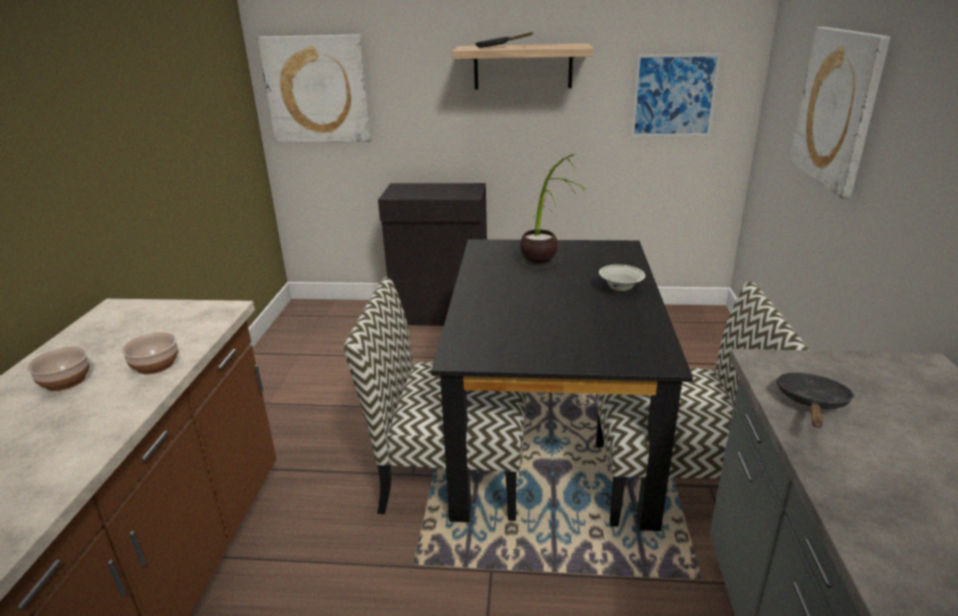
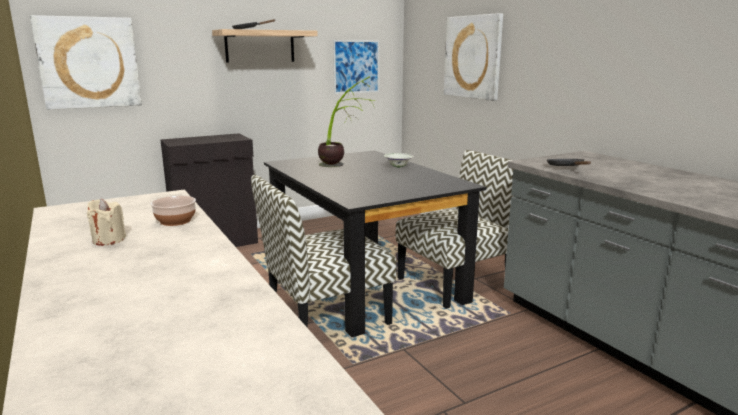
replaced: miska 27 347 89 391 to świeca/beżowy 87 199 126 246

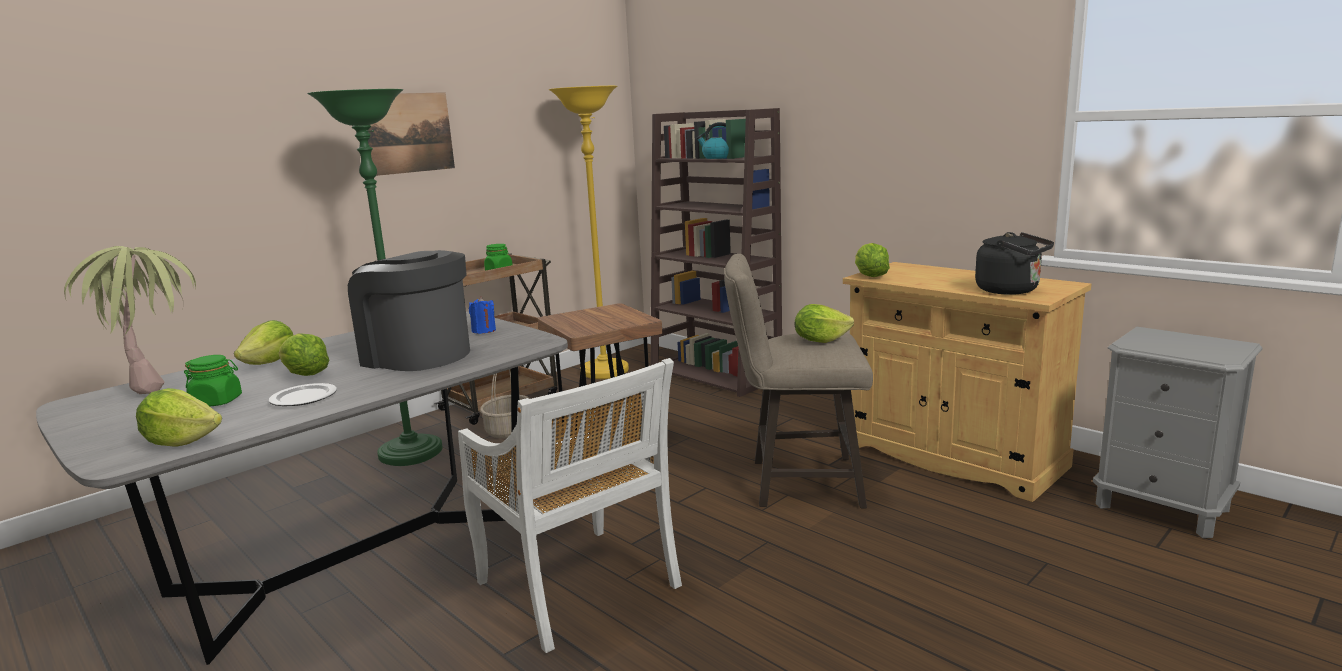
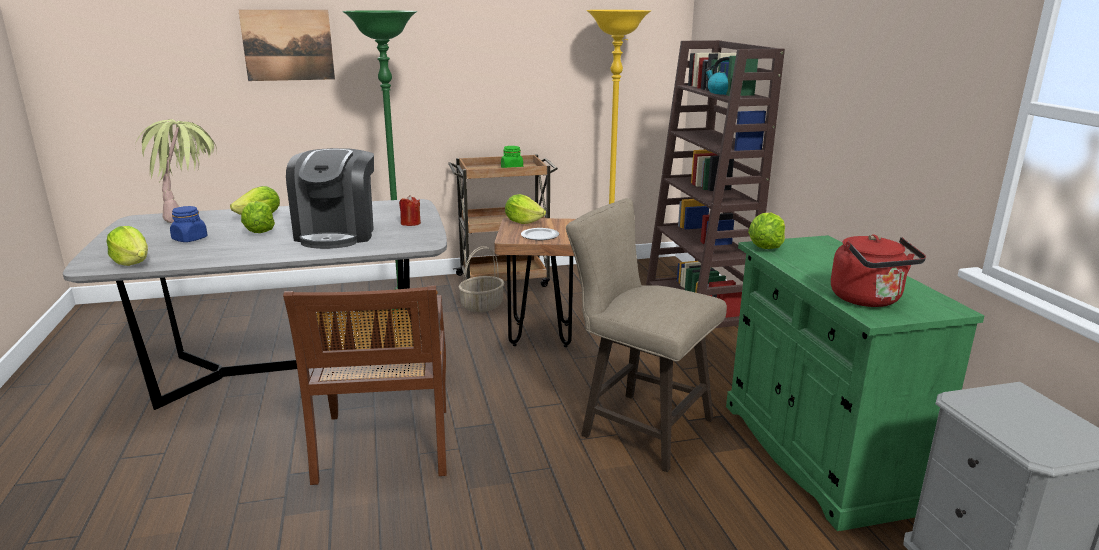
moved: talerz 269 383 337 406 to 521 228 559 240; obraz 368 92 455 176 to 238 10 335 81; sałata 795 304 854 343 to 505 194 546 224
recoloured: słoik/zielony 184 355 242 406 to słoik/niebieski 170 206 208 242; krzesło/biały 458 358 682 653 to krzesło/brązowy 283 285 447 485; świeca/niebieski 469 296 496 334 to świeca/czerwony 399 195 421 226; szafka/beżowy 843 262 1092 502 to szafka/zielony 726 235 984 531; czajnik/czarny 975 232 1054 295 to czajnik/czerwony 831 234 926 307
turned: ekspres do kawy 348 250 470 371 = 286 148 374 249 150 degrees counterclockwise

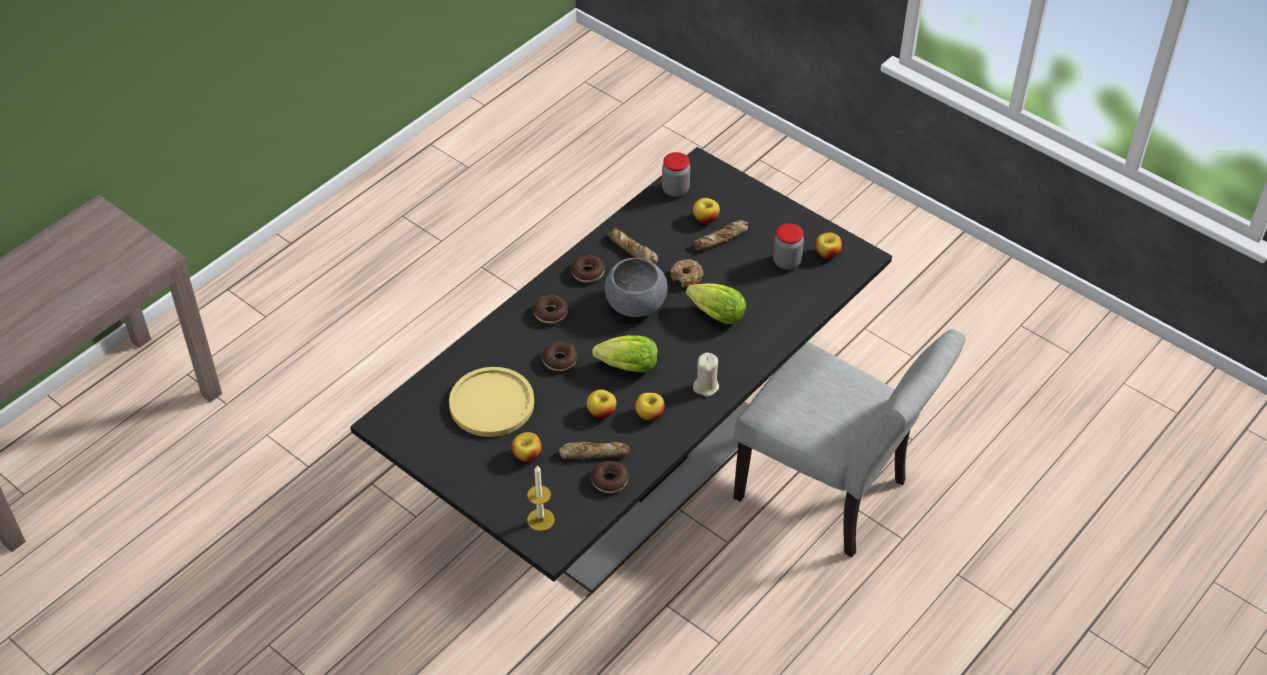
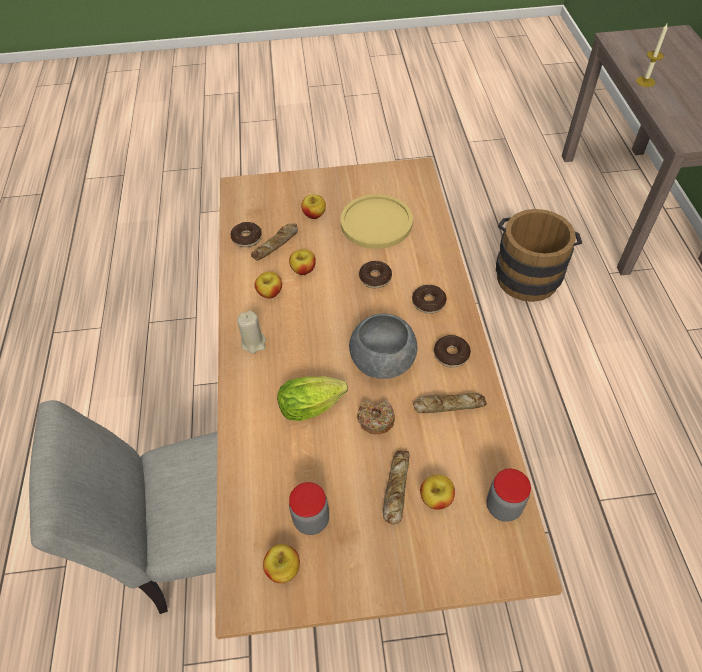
removed: sałata 592 335 658 373
added: wiadro/brązowy 496 209 582 302
moved: świeca 527 466 555 531 to 636 24 668 87
recoloured: stół jadalny/czarny 350 147 892 593 to stół jadalny/beżowy 215 157 563 639

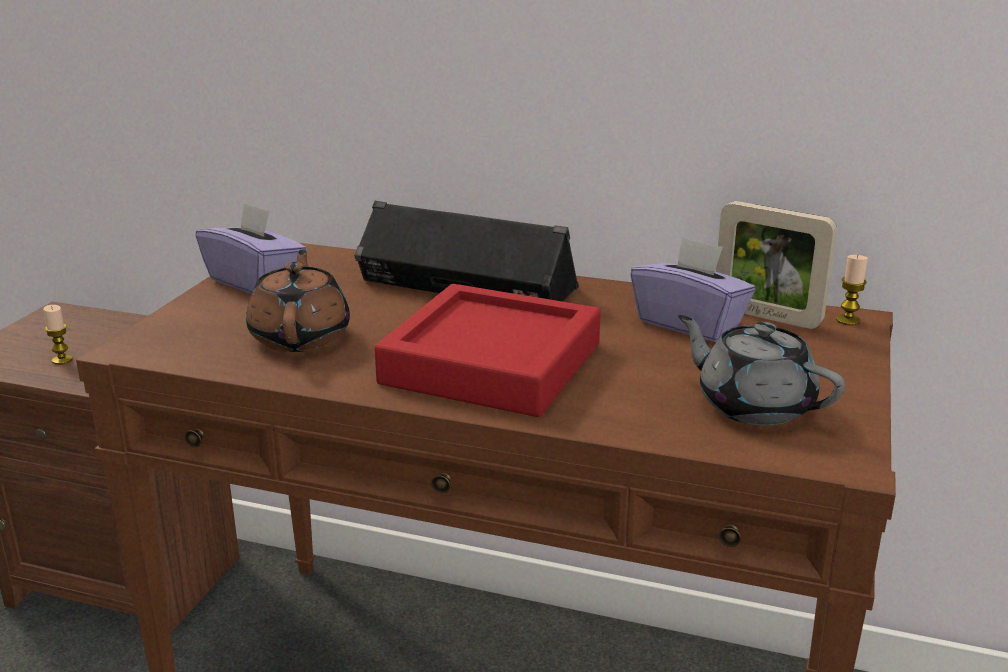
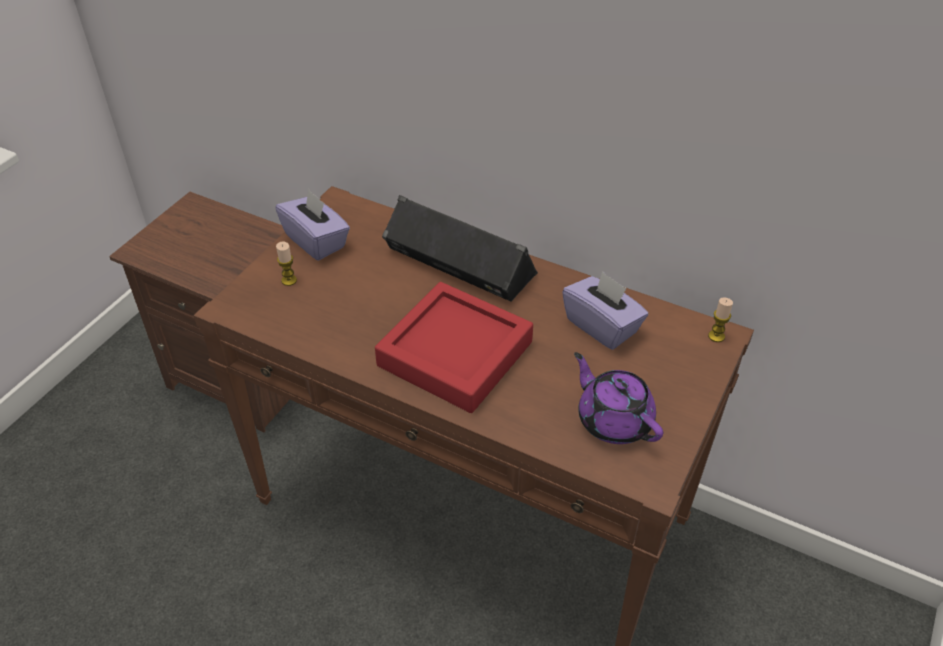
removed: imbryk/brązowy 246 249 350 352; ramka na zdjęcie 716 201 837 329
moved: świeca 43 305 73 365 to 276 242 297 286
recoloured: imbryk/szary 678 315 845 426 to imbryk/fioletowy 574 352 663 444

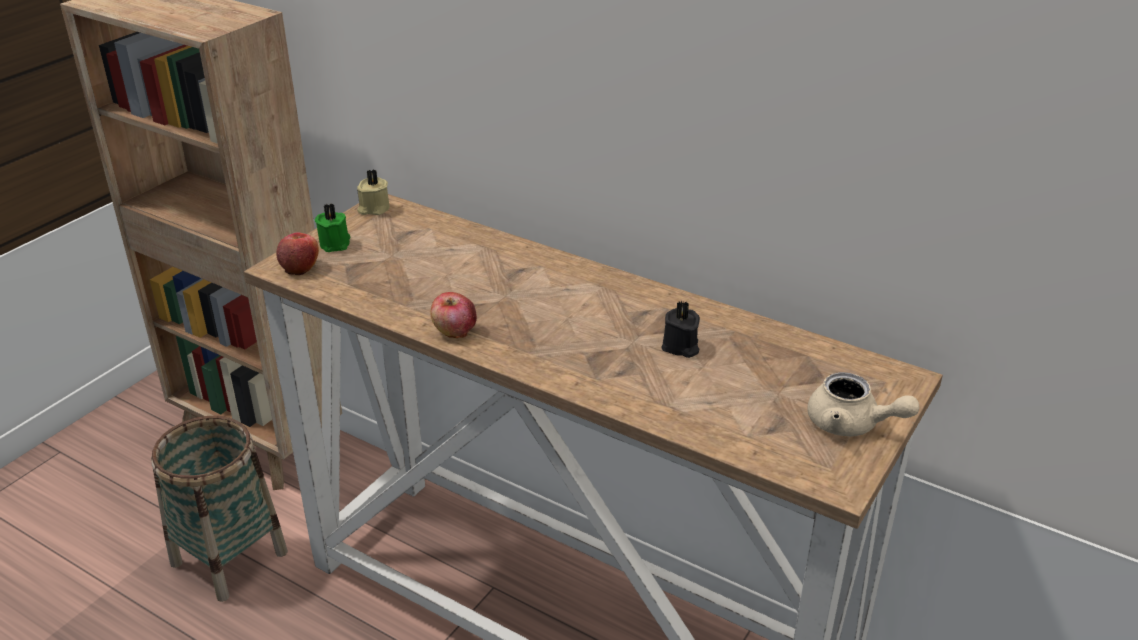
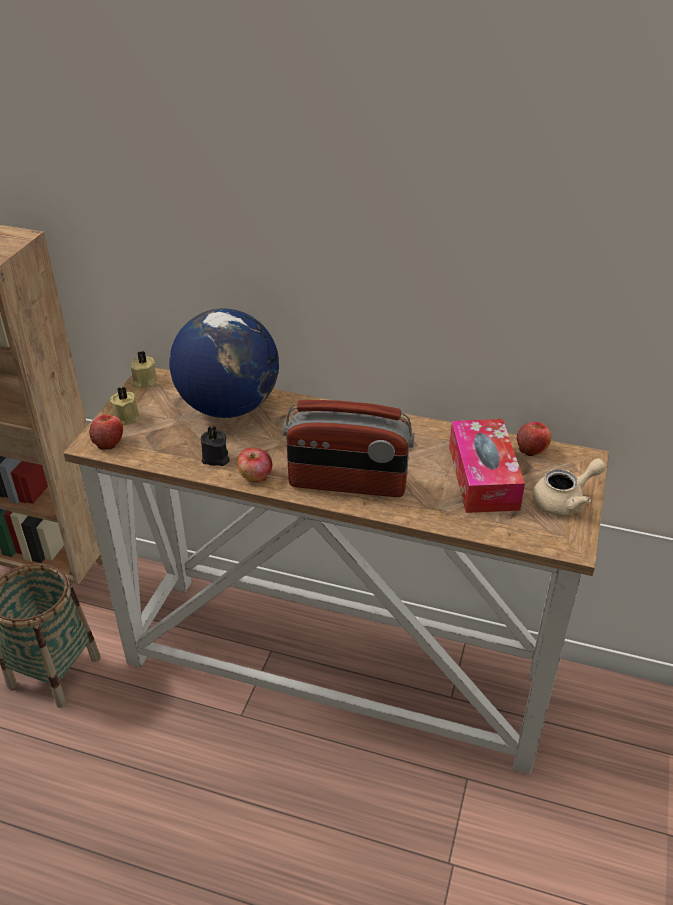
added: globus 169 308 279 418; radio 283 400 414 497; pudełko chusteczek 449 419 525 513; jabłko 517 422 552 456
moved: świeca/czarny 662 301 700 358 to 201 426 230 466
recoloured: świeca/zielony 315 204 350 252 to świeca/beżowy 110 386 139 425
turned: imbryk/beżowy 807 372 919 436 = 533 458 606 515 45 degrees counterclockwise

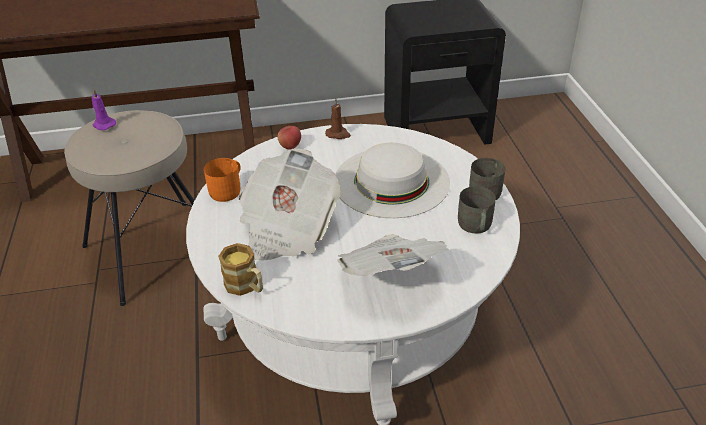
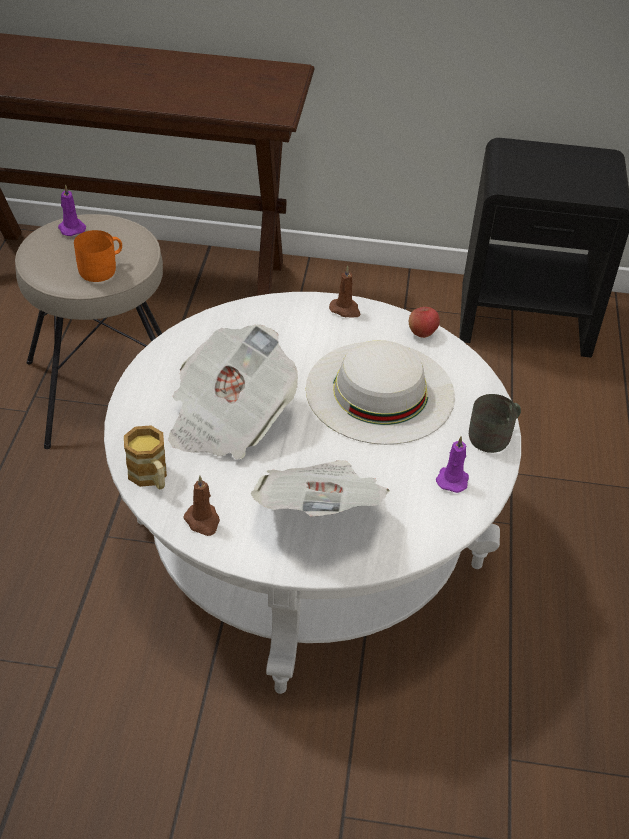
added: świeca/brązowy 183 476 220 536
moved: kubek/pomarańczowy 204 158 241 202 to 74 230 122 282; jabłko 278 126 301 149 to 409 307 440 338
replaced: kubek/szary 458 186 496 234 to świeca/fioletowy 436 436 469 493

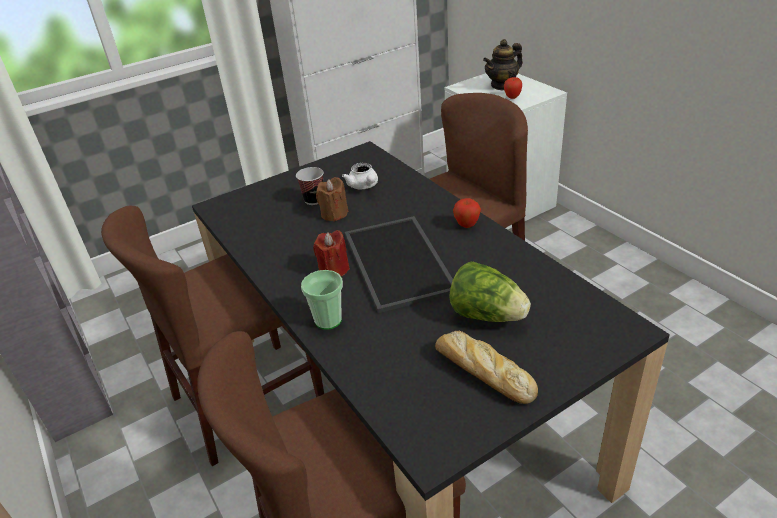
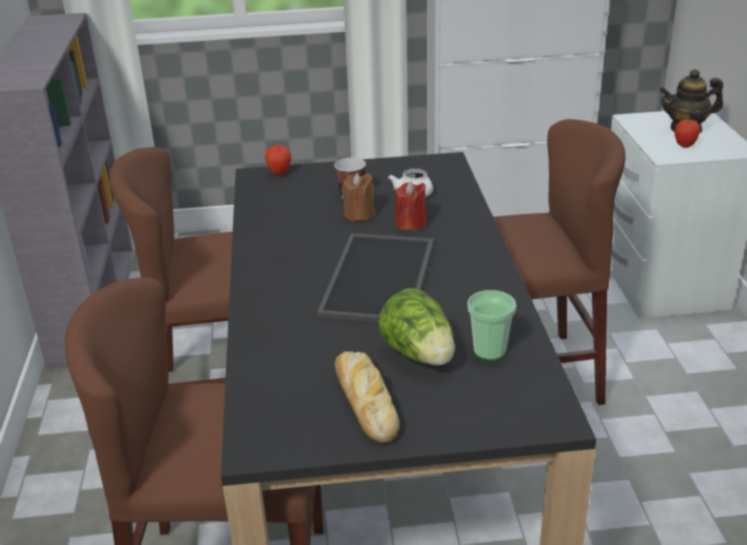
moved: filiżanka 301 270 343 330 to 467 290 516 360; świeca/czerwony 313 230 350 276 to 395 181 427 230; jabłko 453 198 481 228 to 265 145 291 175

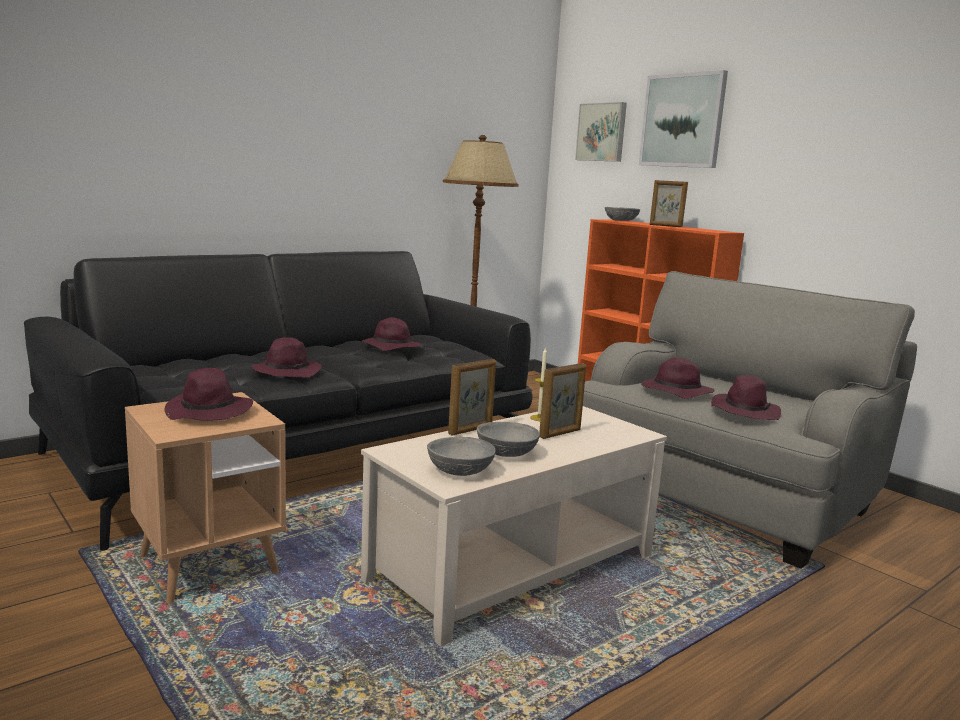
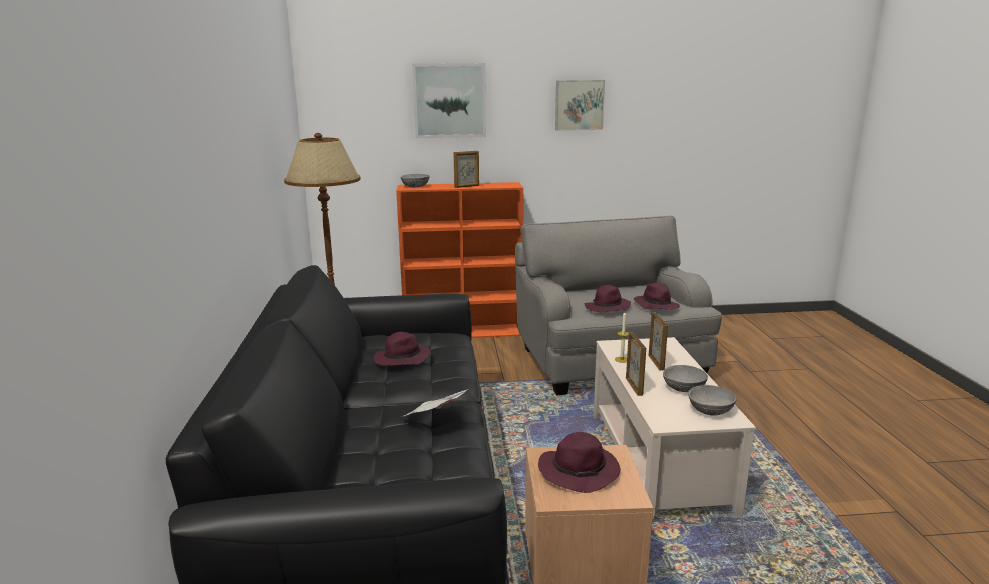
moved: obraz 575 102 627 162 to 555 80 605 131
replaced: kapelusz/fioletowy 251 337 322 378 to gazeta 404 389 468 416

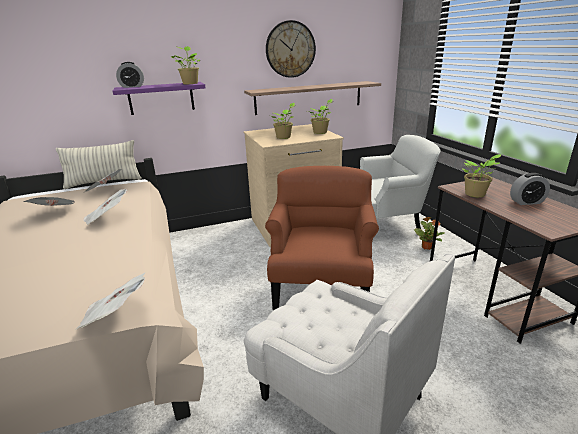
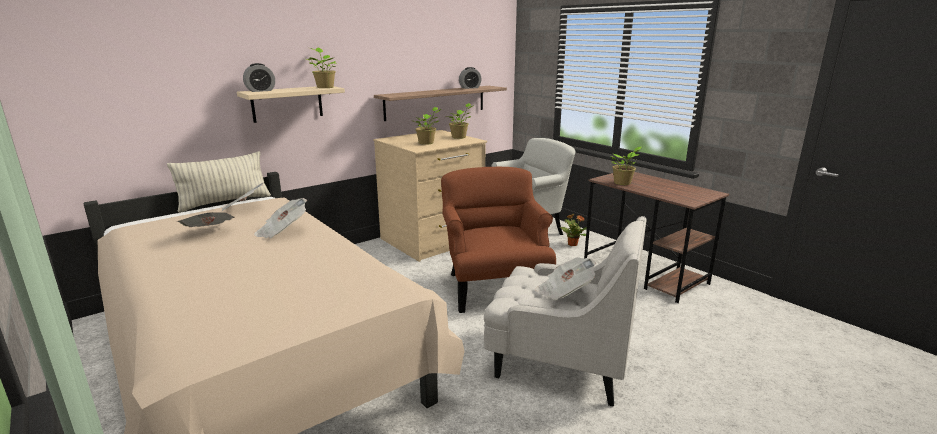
removed: zegar ścienny 266 20 316 78
moved: gazeta 76 272 146 329 to 535 257 596 301; budzik 510 173 550 205 to 459 67 482 89
recoloured: półka/fioletowy 113 82 206 115 to półka/beżowy 237 86 345 123

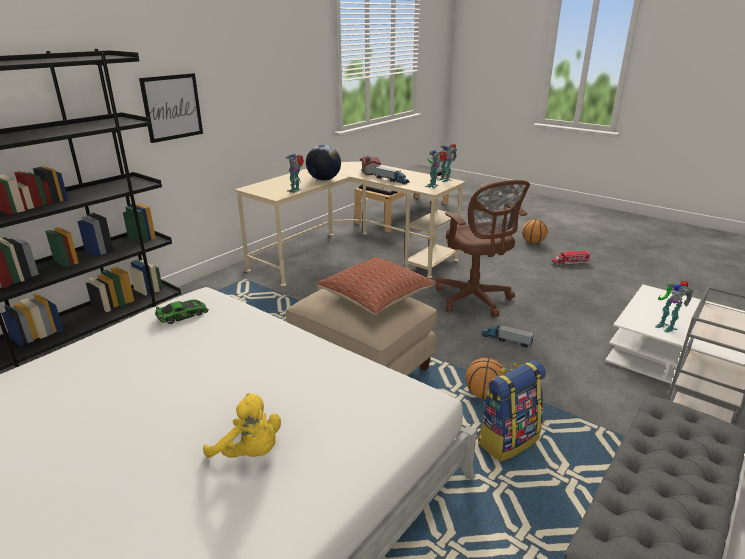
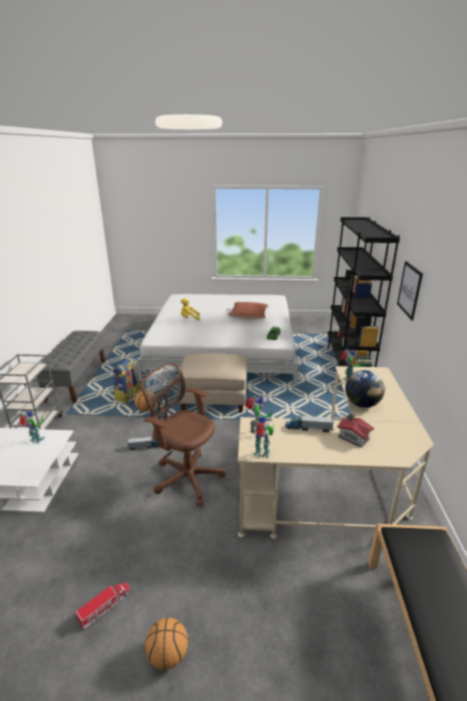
moved: poduszka 316 257 436 315 to 228 302 268 319

